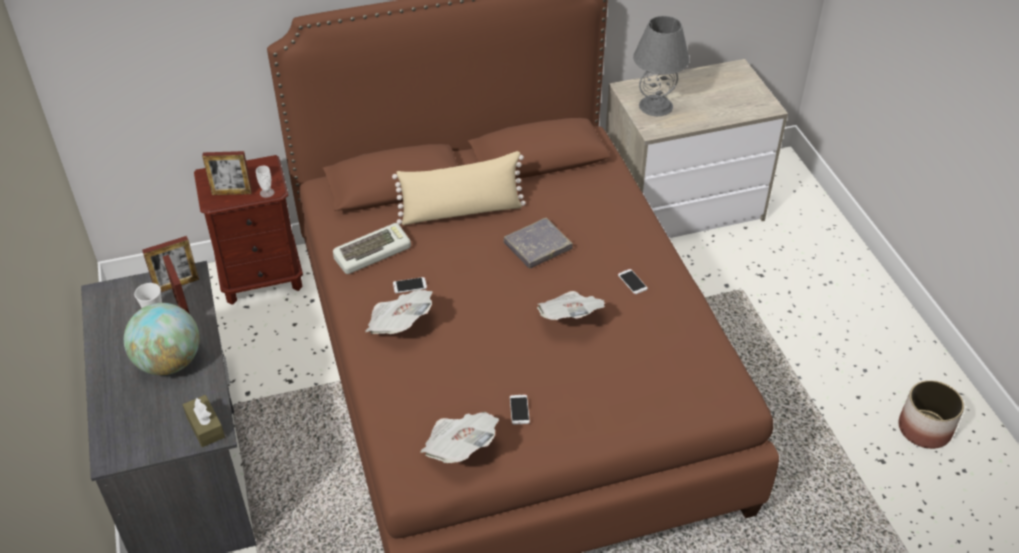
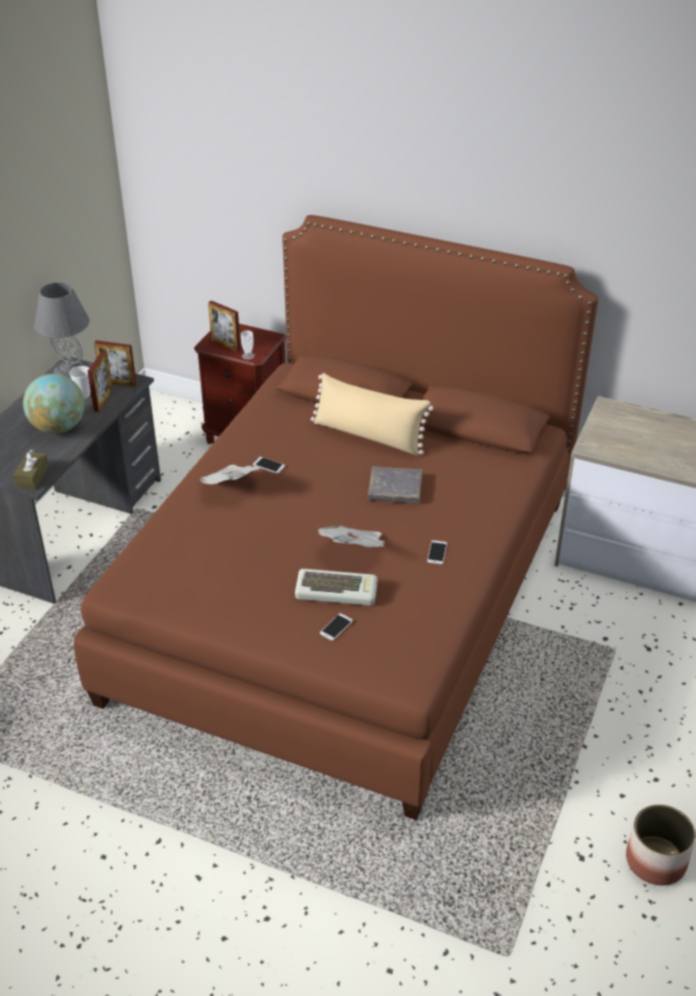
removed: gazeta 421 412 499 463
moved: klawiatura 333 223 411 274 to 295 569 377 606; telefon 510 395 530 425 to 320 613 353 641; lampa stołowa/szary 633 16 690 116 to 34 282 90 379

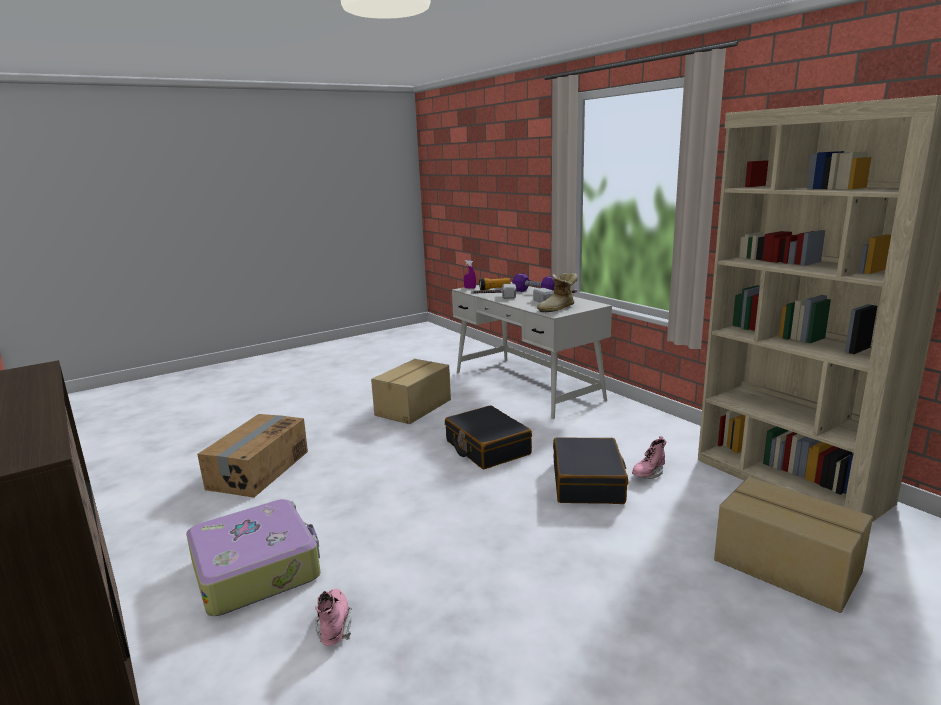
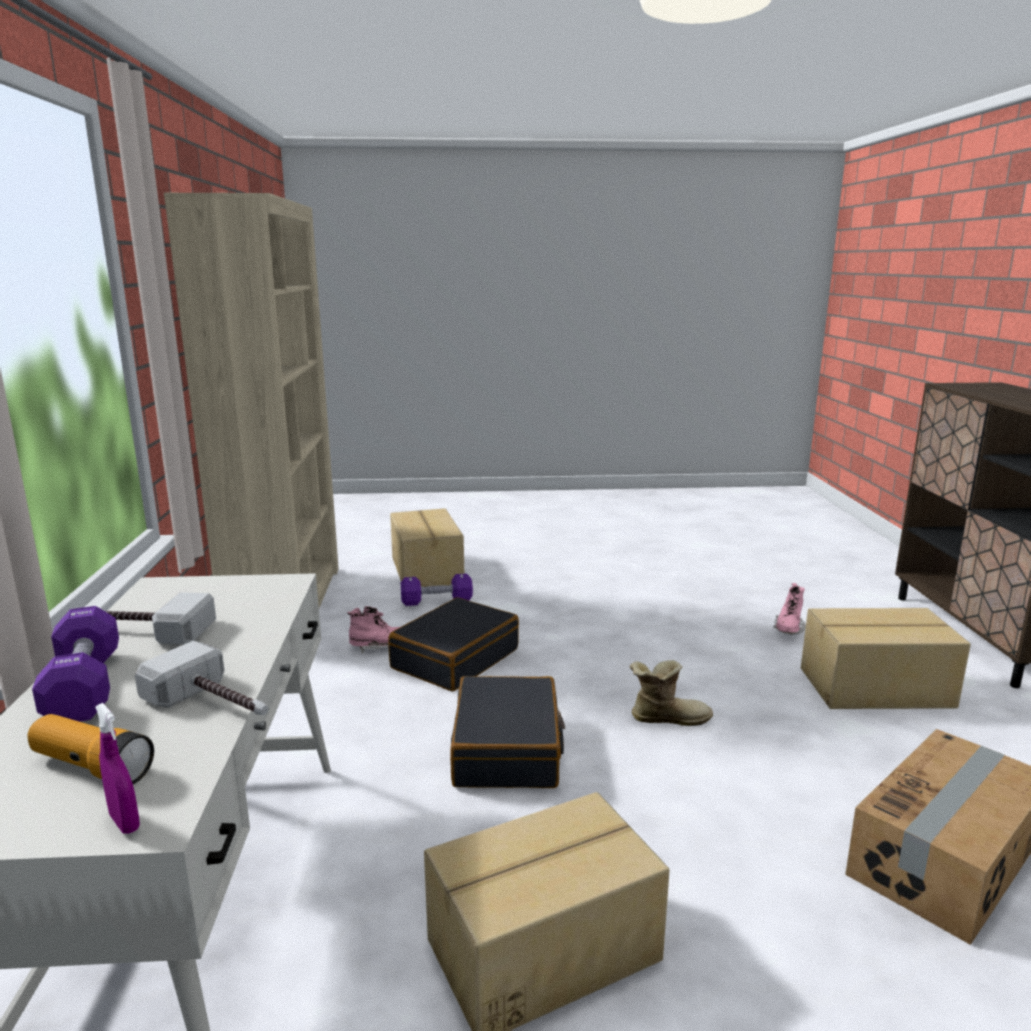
added: hantel/fioletowy 401 573 473 606
moved: but z cholewką 537 273 578 313 to 630 660 713 726
replaced: walizka 186 499 321 616 to karton 801 608 971 709

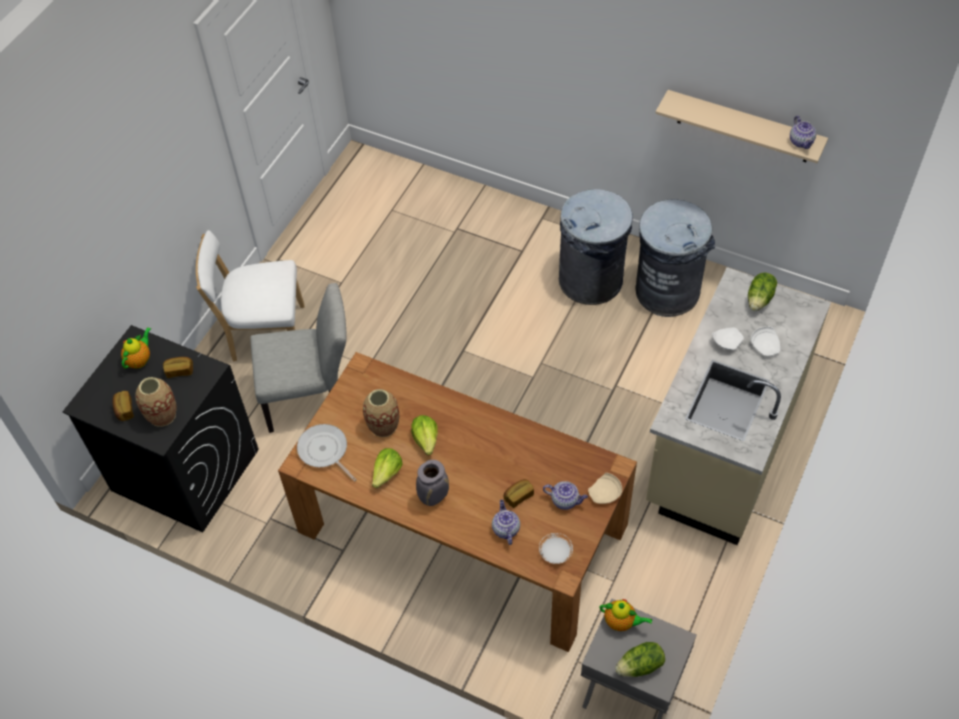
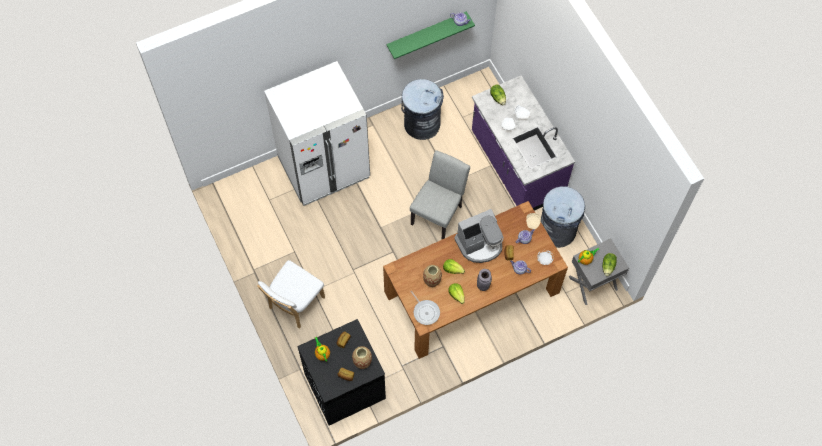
added: lodówka/biały 264 61 370 206; ekspres do kawy 454 209 504 263
moved: krzesło/szary 250 283 347 433 to 410 150 470 239; kosz na śmieci/szary 559 189 633 305 to 541 186 585 248
recoloured: zabudowa kuchenna/beżowy 646 267 831 545 to zabudowa kuchenna/fioletowy 472 76 575 211; półka/beżowy 655 90 828 163 to półka/zielony 386 11 475 59
turned: patelnia 297 424 357 481 = 410 291 440 325 120 degrees counterclockwise

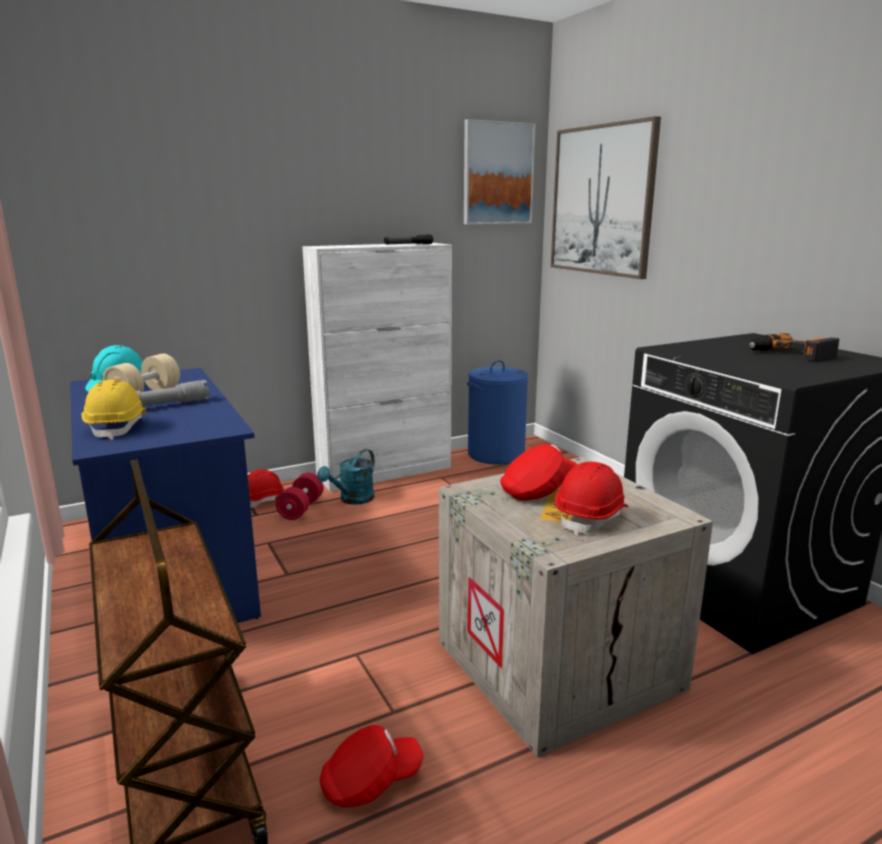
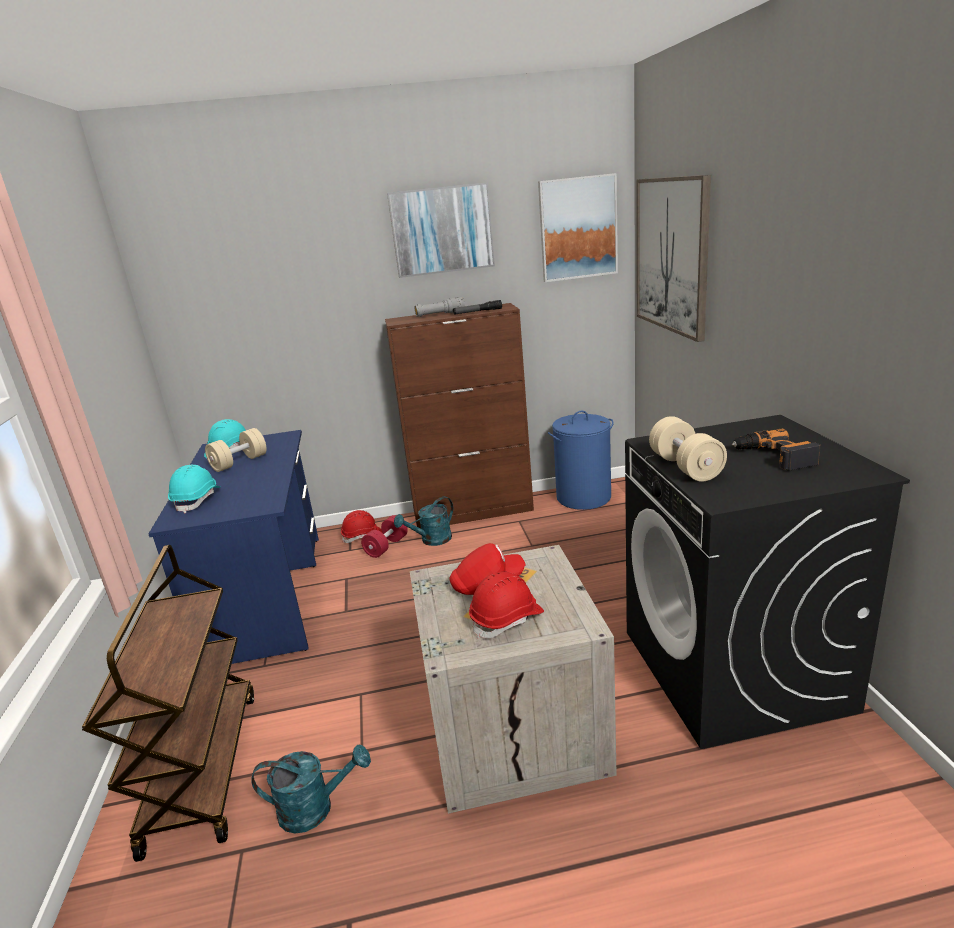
added: obraz 387 182 495 278; hantel/beżowy 649 416 727 482
moved: latarka/szary 136 380 210 407 to 415 297 465 317
replaced: czapka z daszkiem/czerwony 320 725 424 807 to konewka/turkusowy 251 745 371 834
recoloured: kask/żółty 81 380 146 440 to kask/turkusowy 168 465 220 513; szafka/biały 302 243 452 492 to szafka/brązowy 385 303 534 528

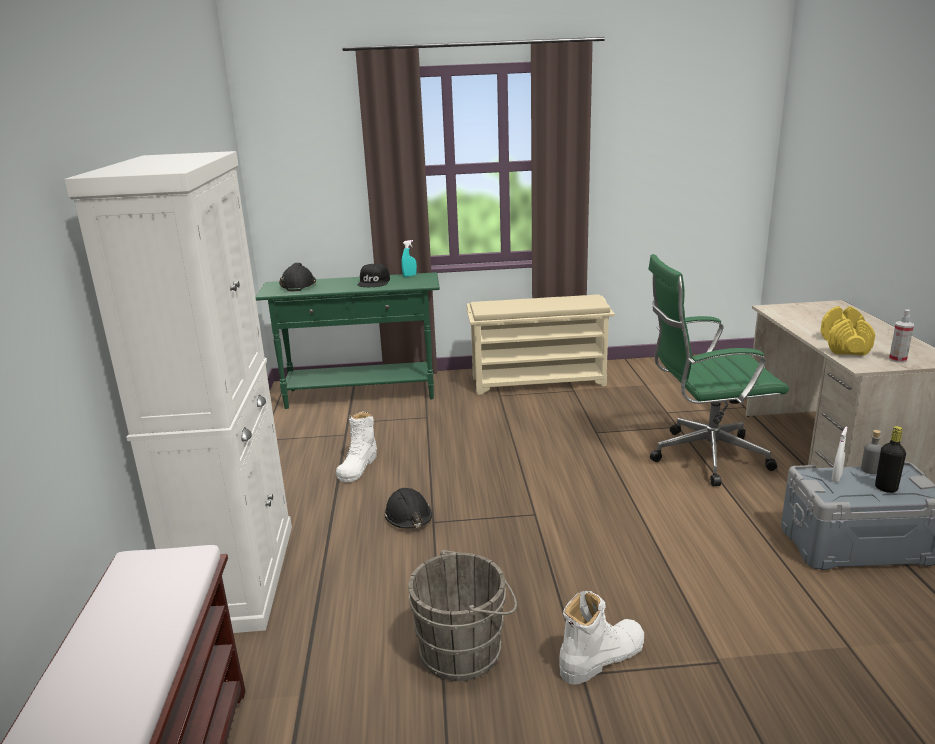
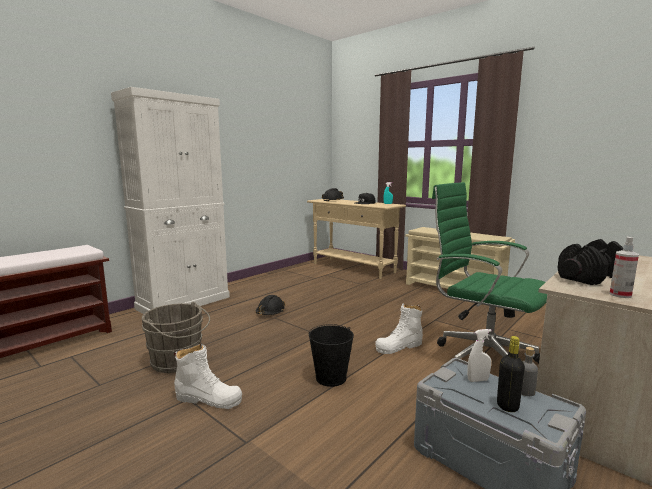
added: wiadro/czarny 309 324 354 387
moved: but z cholewką/biały 336 411 377 482 to 375 303 423 354
recoloured: stolik konsolowy/zielony 255 272 440 409 to stolik konsolowy/beżowy 307 199 406 279; hantel/żółty 821 306 875 355 to hantel/czarny 557 239 623 285

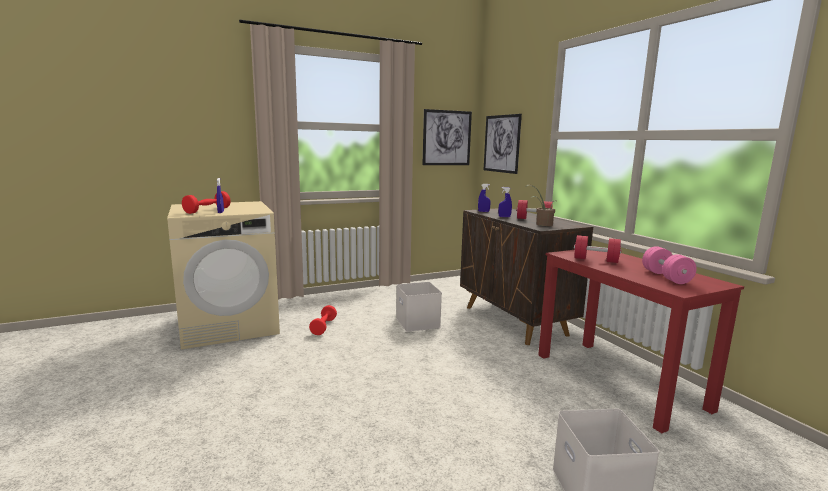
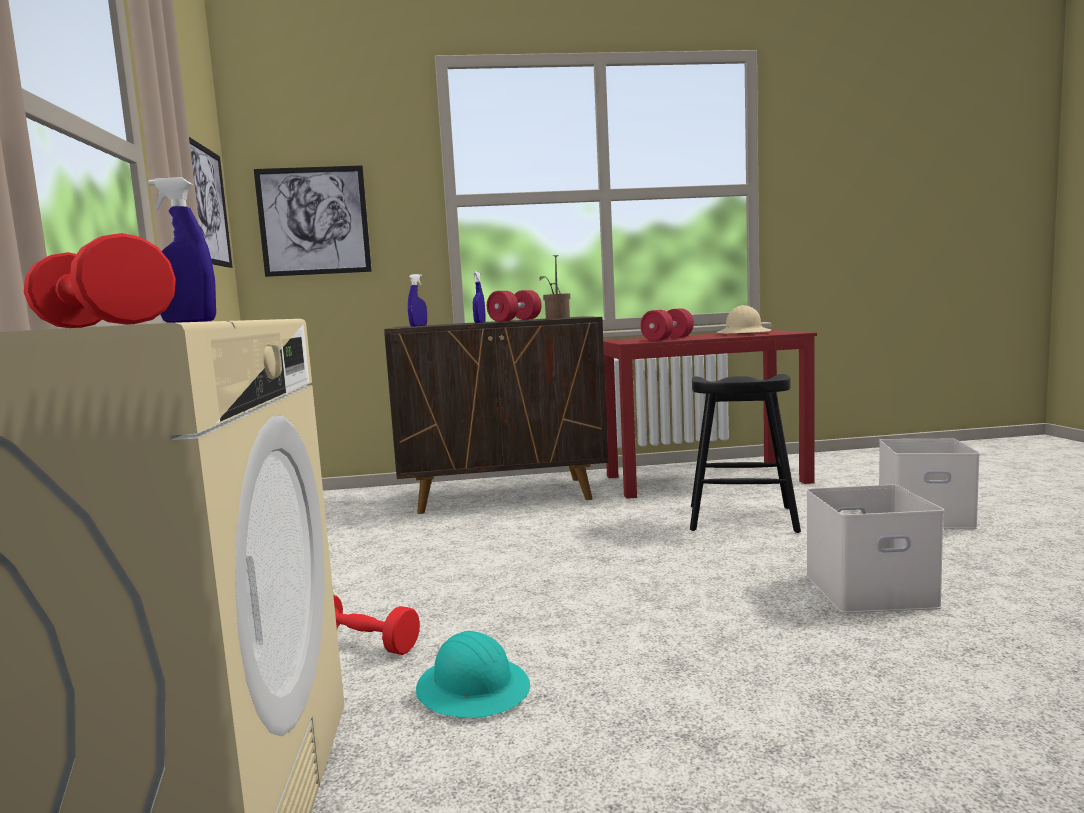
added: kask/turkusowy 416 631 530 718; stołek/czarny 690 374 801 533
moved: pojemnik do przechowywania/biały 396 282 442 332 to 806 485 944 613
replaced: hantel/różowy 642 246 697 284 to kask/beżowy 716 305 771 334

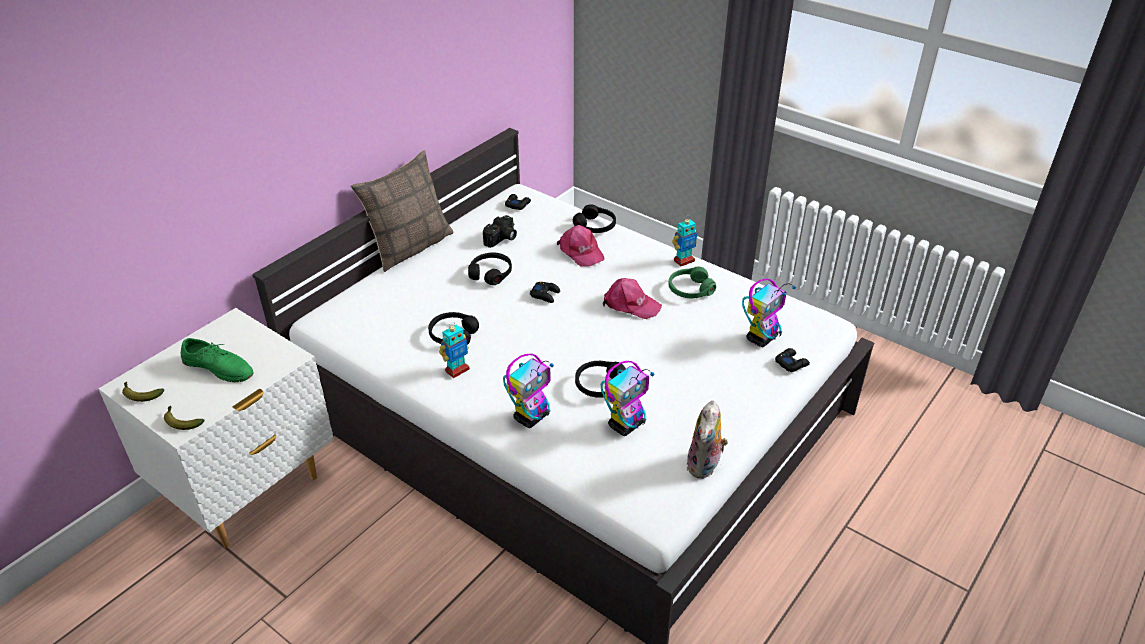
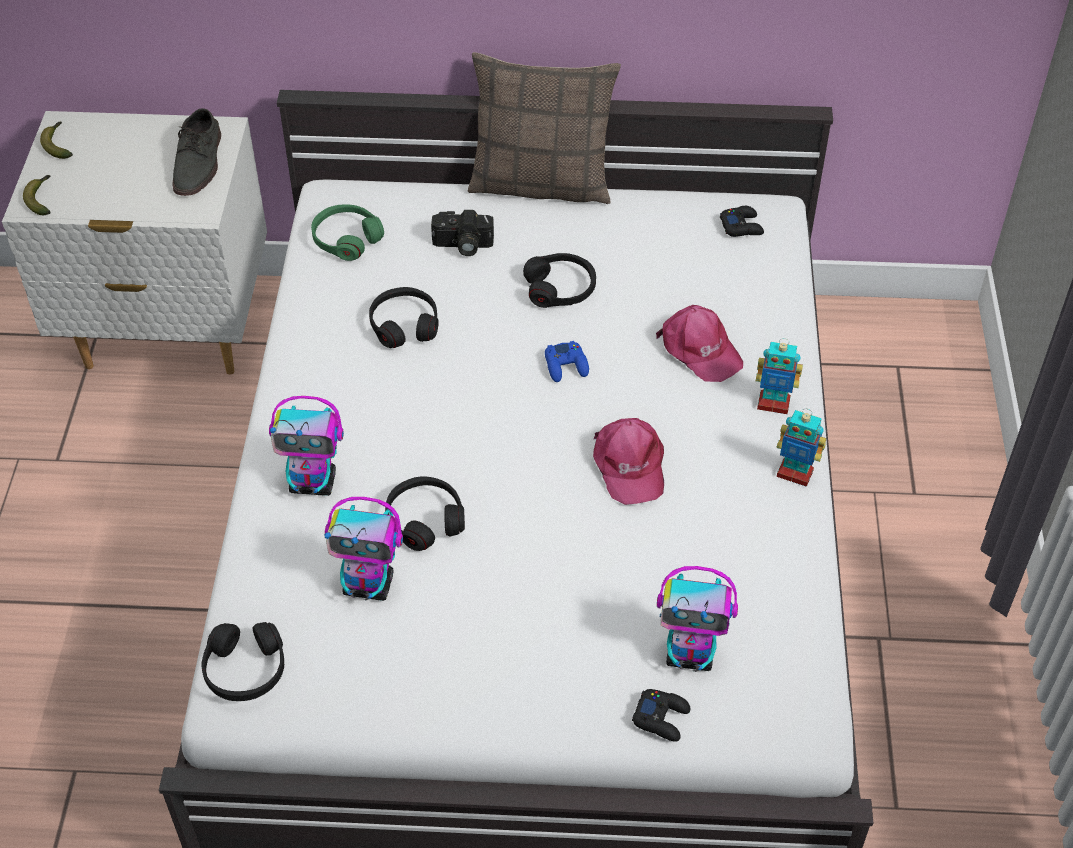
removed: but/zielony 181 338 254 382; pluszak 686 400 728 479
added: but/szary 173 108 221 196
moved: robot zabawkowy 439 322 470 378 to 756 338 803 414; aparat fotograficzny 483 215 517 248 to 431 210 494 256; słuchawki/czarny 573 205 616 233 to 202 622 284 701; słuchawki/zielony 668 267 716 299 to 311 204 384 261
recoloured: pad do gier/czarny 530 282 560 303 to pad do gier/niebieski 545 341 589 382
turned: czapka z daszkiem/różowy 557 225 605 267 = 656 305 743 382 60 degrees counterclockwise

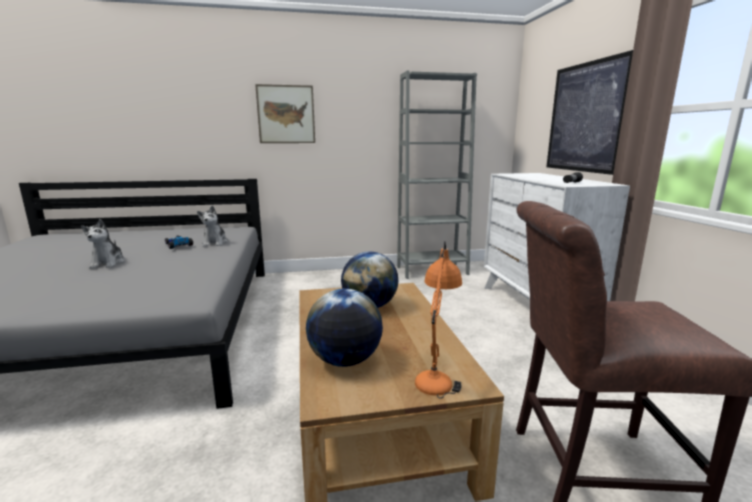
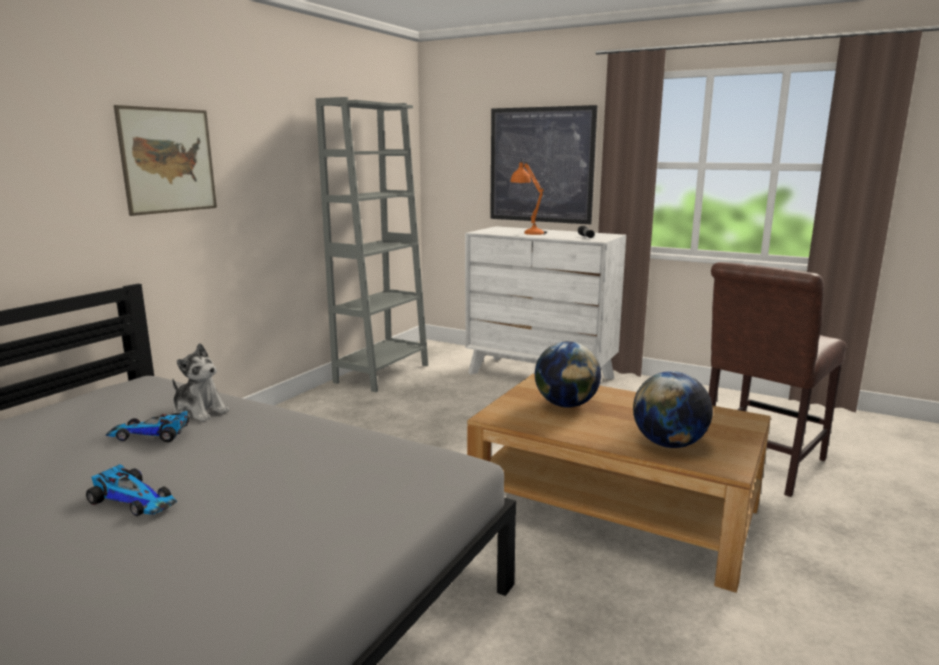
moved: lampa stołowa/pomarańczowy 415 241 462 399 to 510 158 547 235
replaced: pluszak 81 219 125 268 to samochodzik 86 464 177 516

